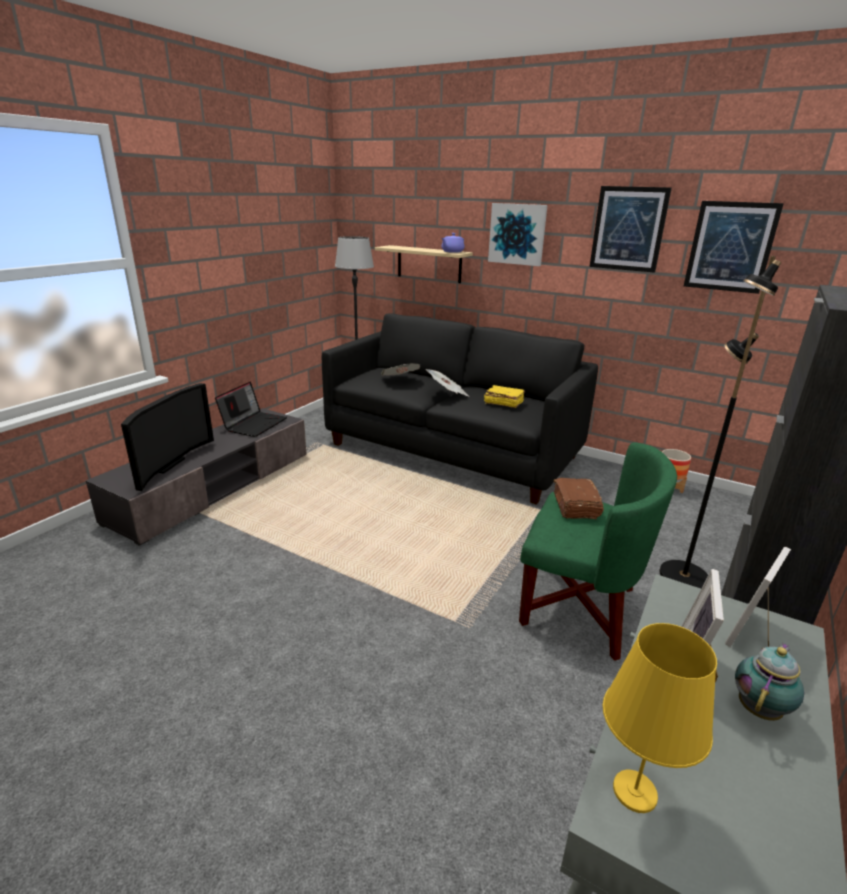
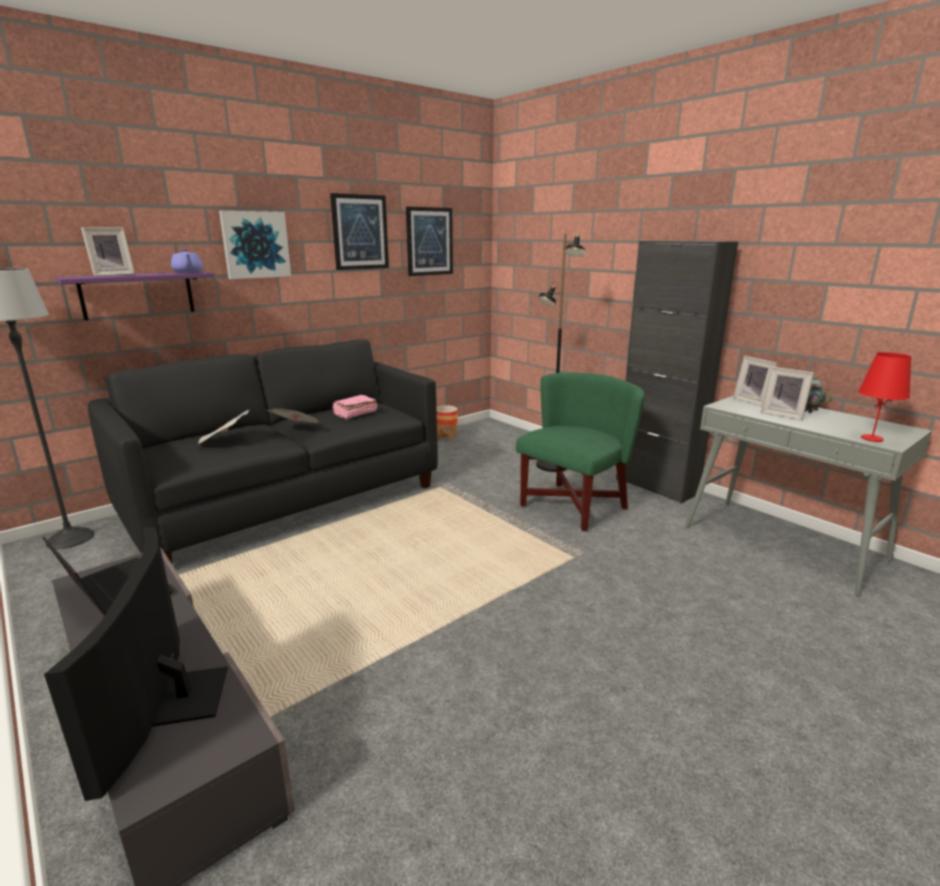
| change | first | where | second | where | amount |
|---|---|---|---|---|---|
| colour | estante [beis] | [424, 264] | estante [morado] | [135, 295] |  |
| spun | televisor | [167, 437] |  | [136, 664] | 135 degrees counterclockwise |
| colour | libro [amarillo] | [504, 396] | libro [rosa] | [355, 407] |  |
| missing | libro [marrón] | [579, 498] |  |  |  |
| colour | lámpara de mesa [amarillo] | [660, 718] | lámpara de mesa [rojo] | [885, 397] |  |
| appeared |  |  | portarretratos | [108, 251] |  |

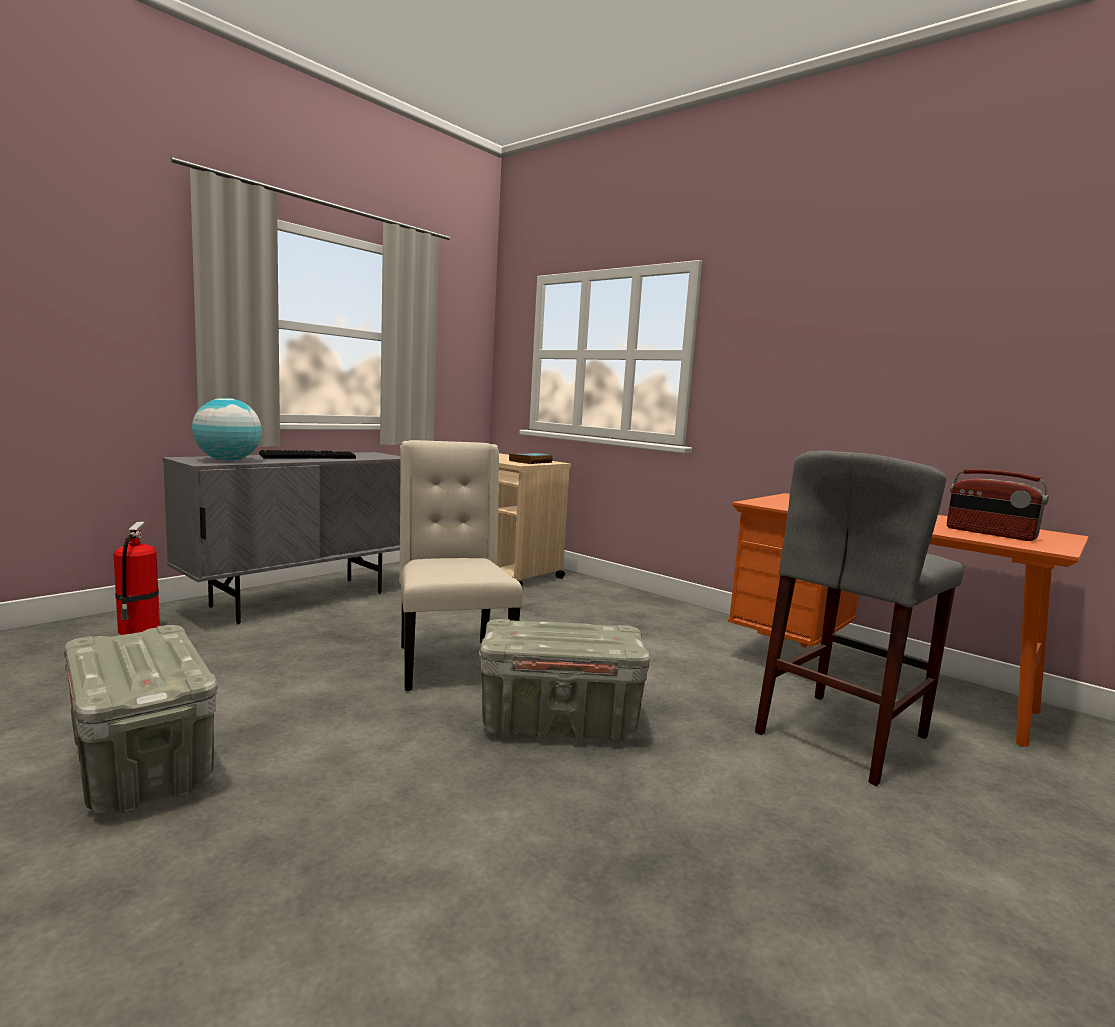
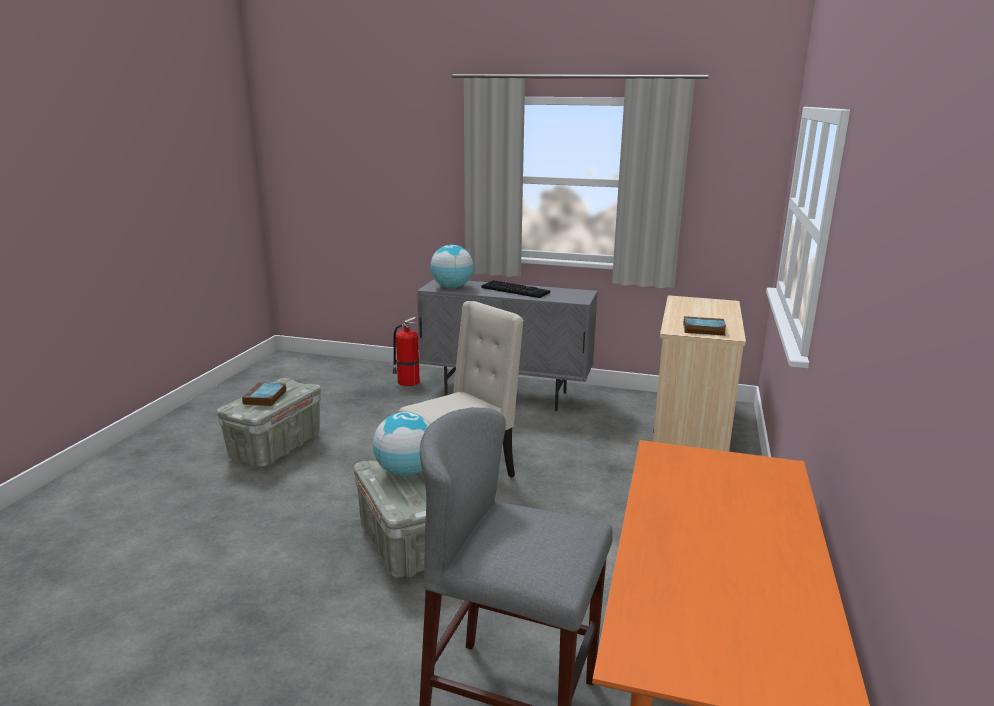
| change | first | where | second | where | amount |
|---|---|---|---|---|---|
| missing | radio | [998, 505] |  |  |  |
| appeared |  |  | libro | [264, 394] |  |
| appeared |  |  | globo terráqueo | [401, 444] |  |

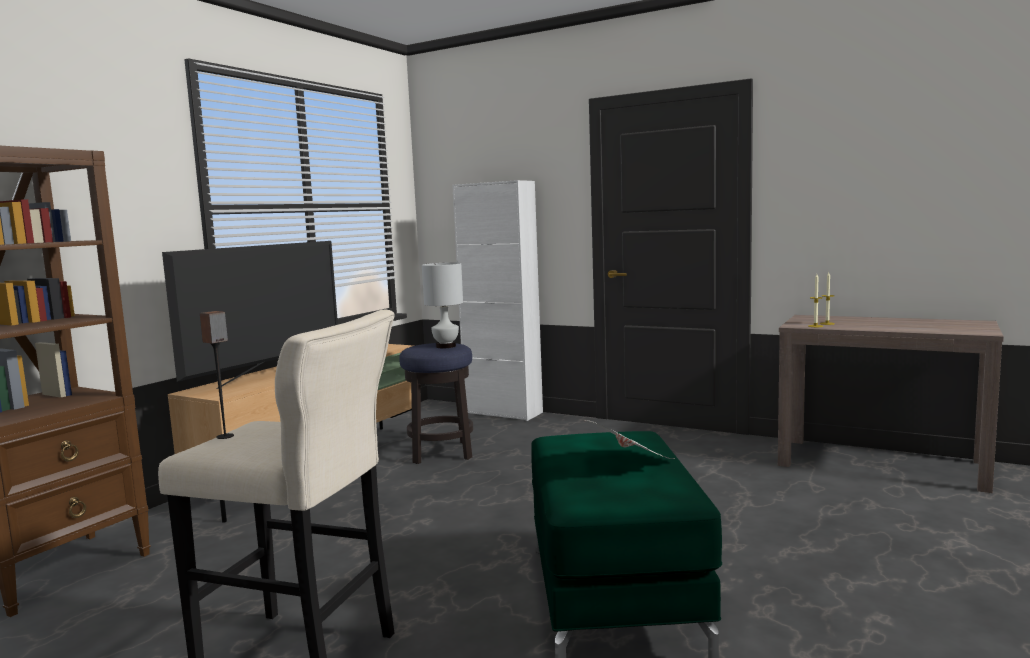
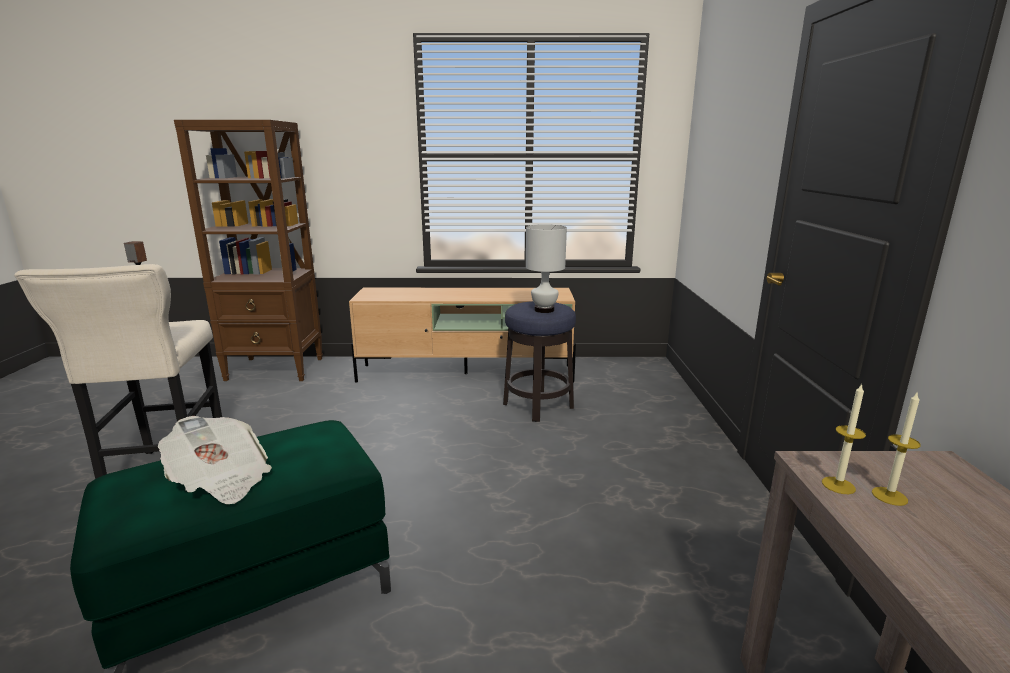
| change | first | where | second | where | amount |
|---|---|---|---|---|---|
| missing | armario [blanco] | [497, 300] |  |  |  |
| missing | televisor | [250, 315] |  |  |  |

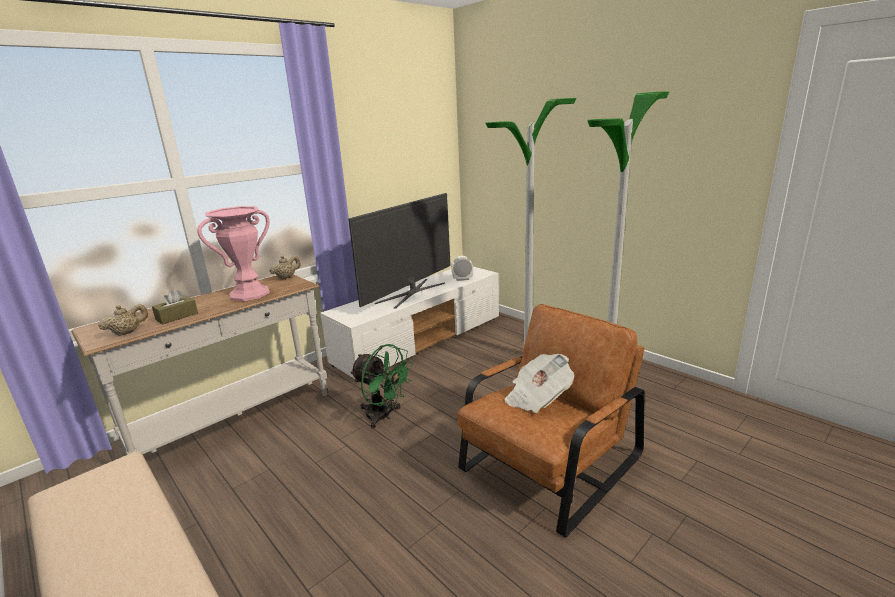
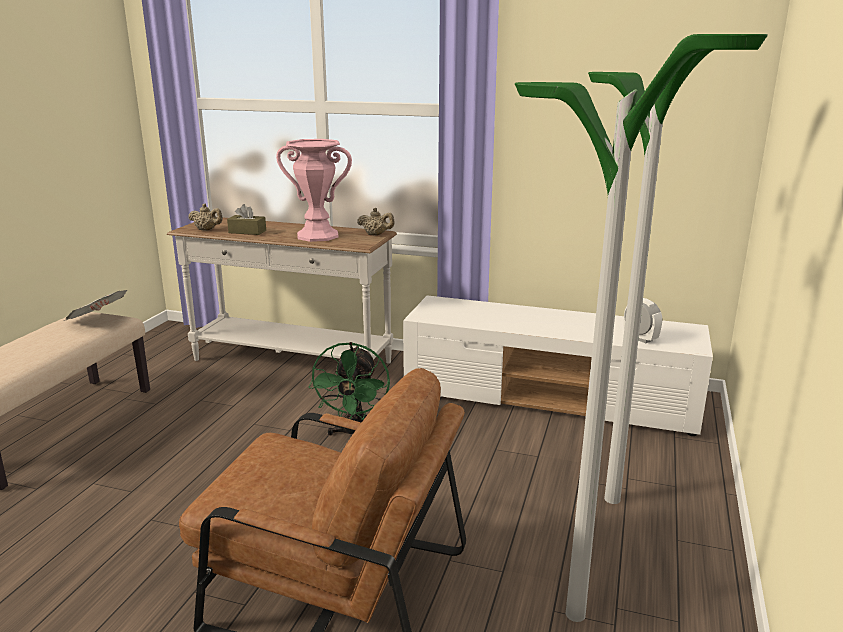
| change | first | where | second | where | amount |
|---|---|---|---|---|---|
| missing | televisor | [399, 251] |  |  |  |
| relocated | periódico | [539, 383] |  | [96, 305] |  |

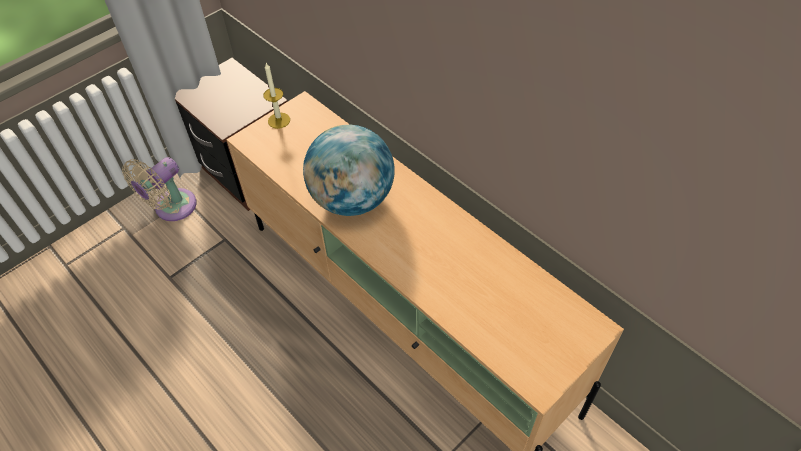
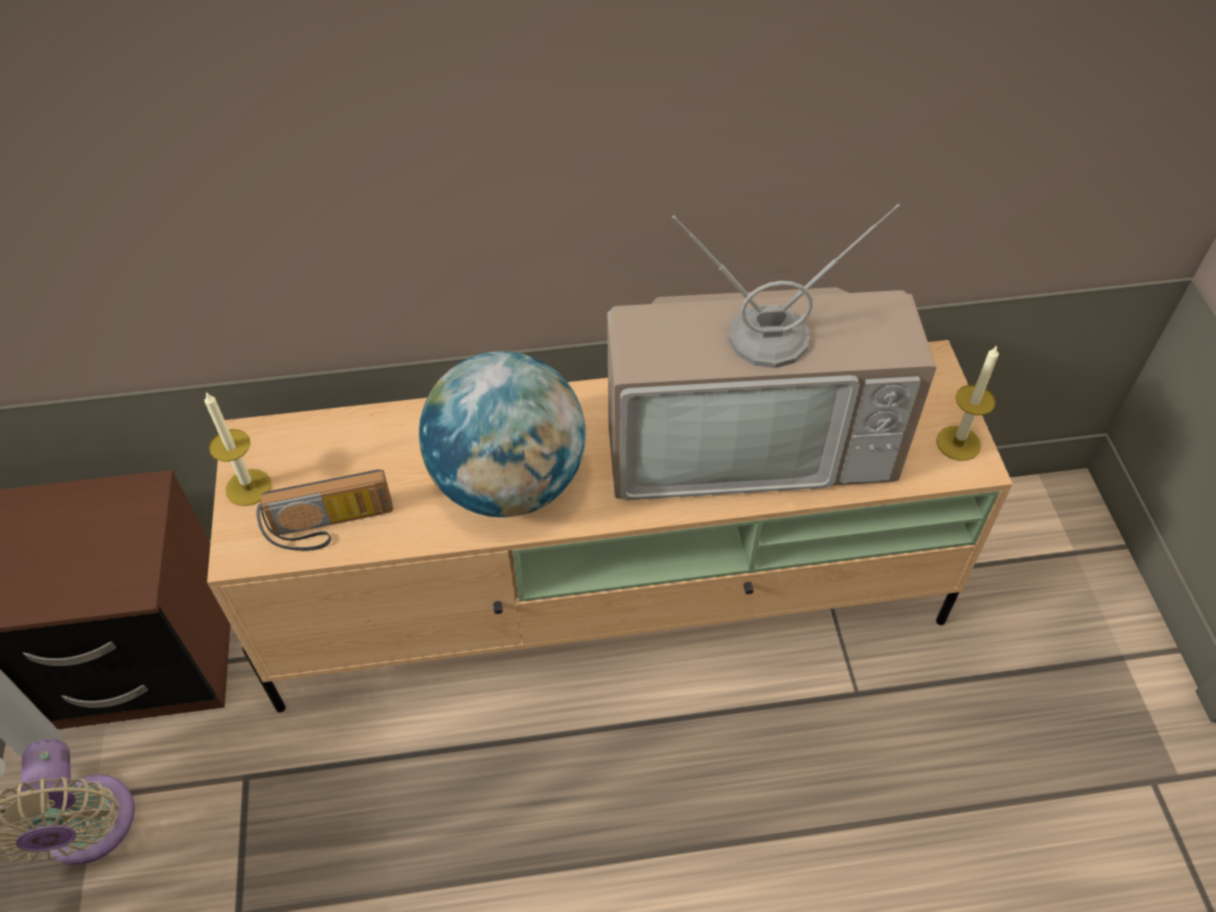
| change | first | where | second | where | amount |
|---|---|---|---|---|---|
| appeared |  |  | televisor | [771, 352] |  |
| appeared |  |  | vela | [967, 403] |  |
| appeared |  |  | radio | [324, 510] |  |

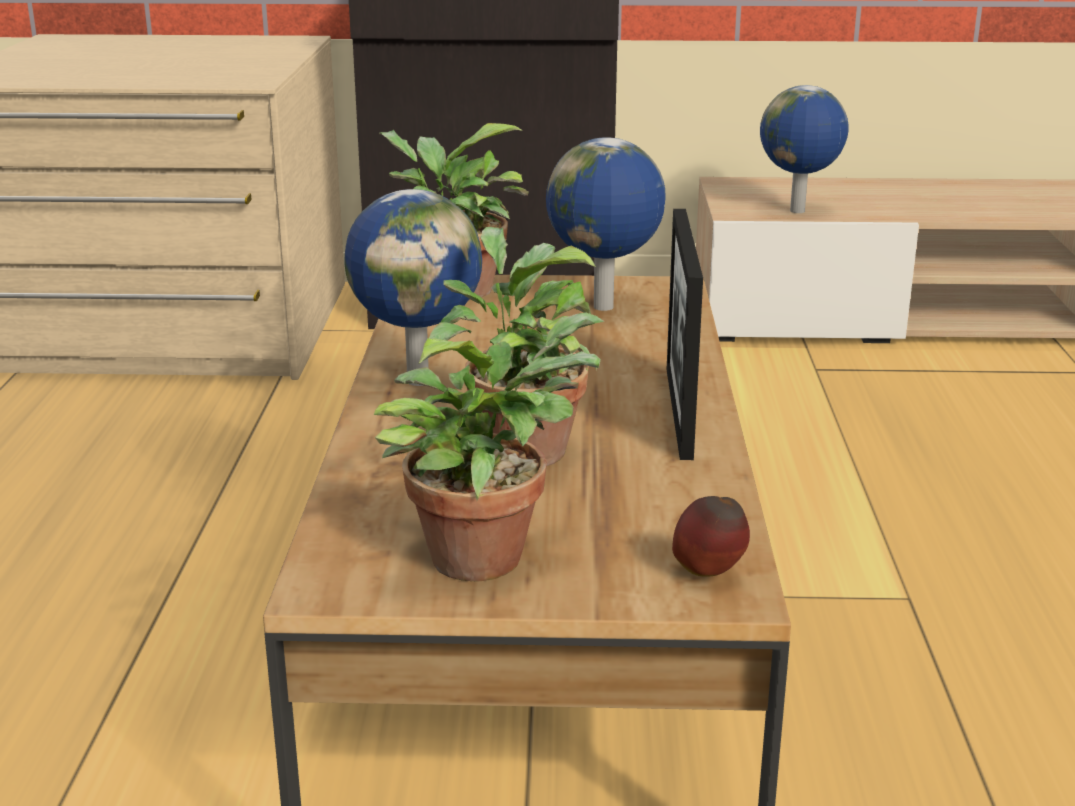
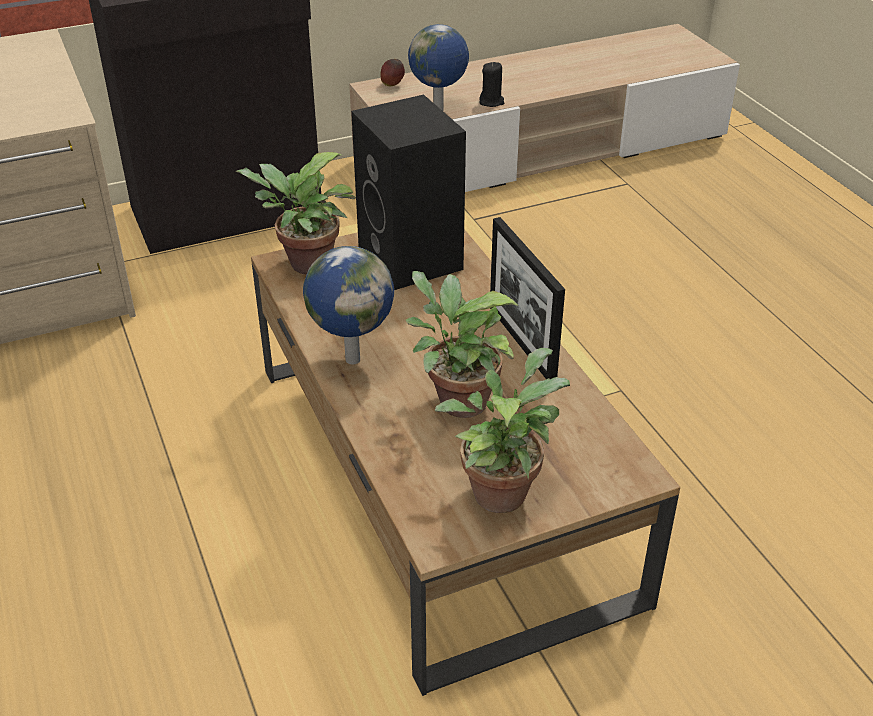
| change | first | where | second | where | amount |
|---|---|---|---|---|---|
| exchanged | globo terráqueo | [606, 224] | altavoz [negro] | [408, 192] |  |
| relocated | manzana | [711, 536] |  | [393, 72] |  |
| appeared |  |  | vela [negro] | [491, 84] |  |

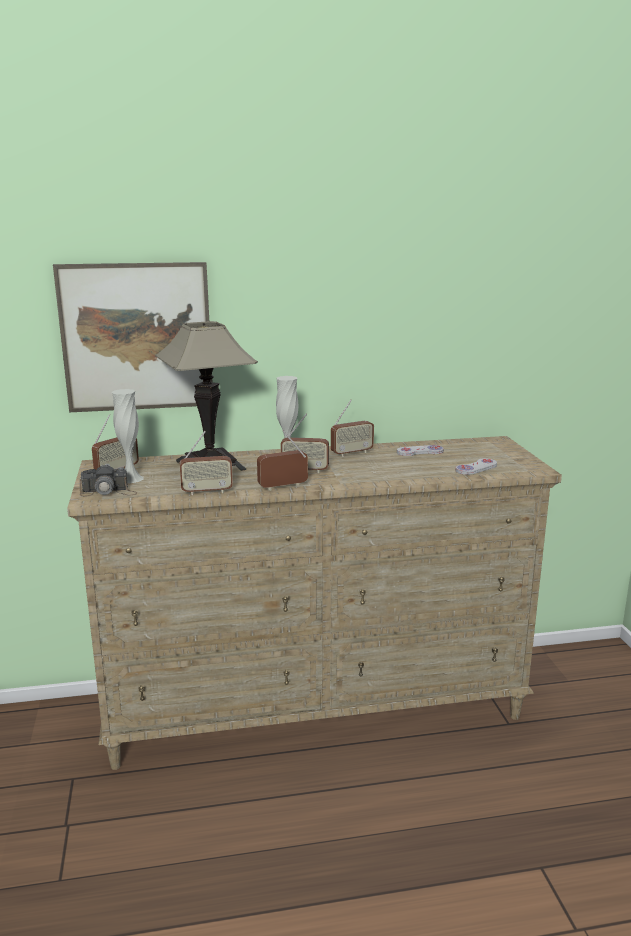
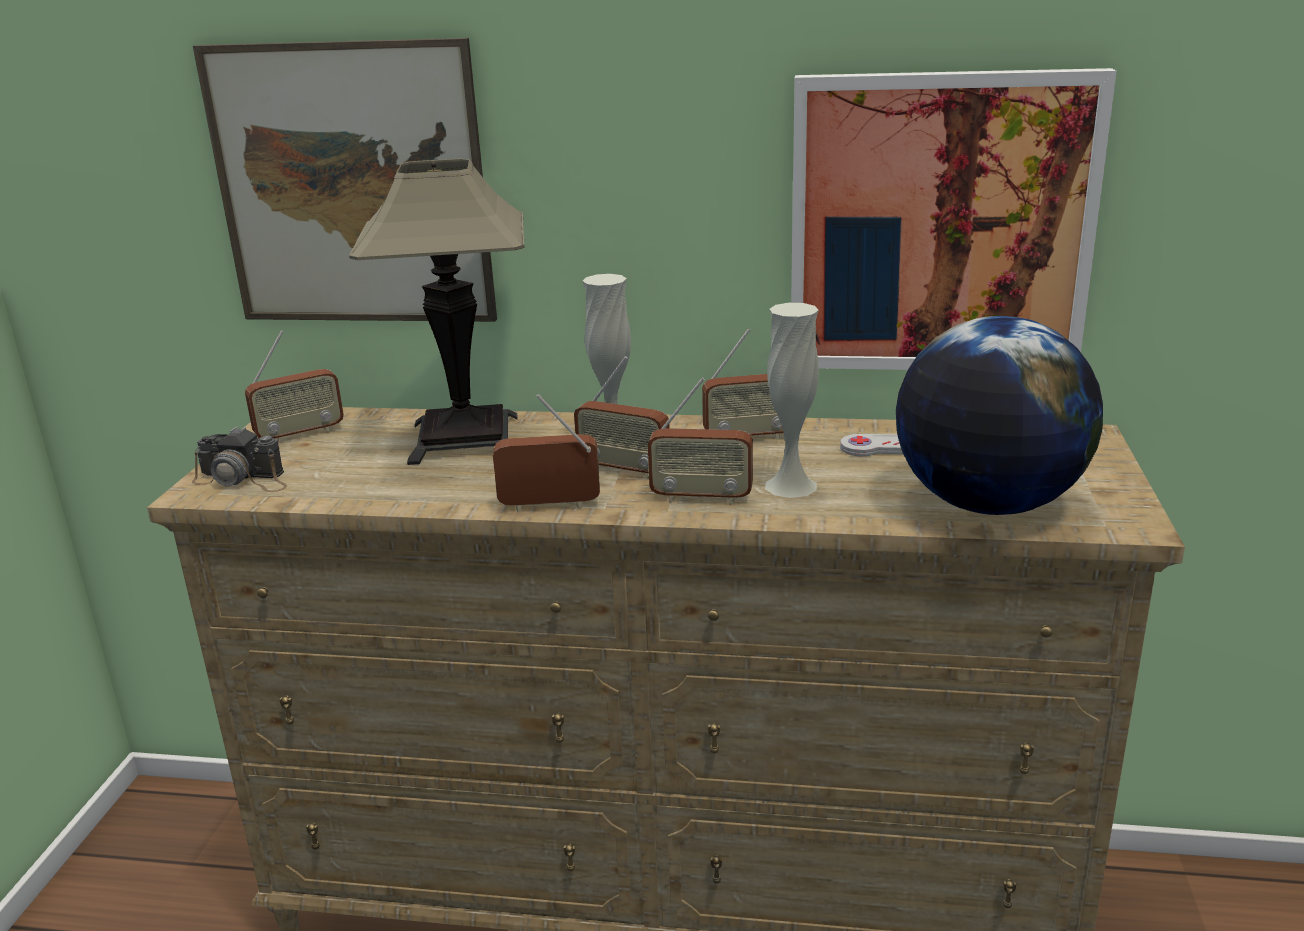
| change | first | where | second | where | amount |
|---|---|---|---|---|---|
| relocated | florero [blanco] | [128, 436] |  | [792, 400] |  |
| relocated | radio | [206, 463] |  | [700, 441] |  |
| exchanged | mando de consola [blanco] | [476, 466] | globo terráqueo | [999, 415] |  |
| appeared |  |  | cuadro | [954, 219] |  |

